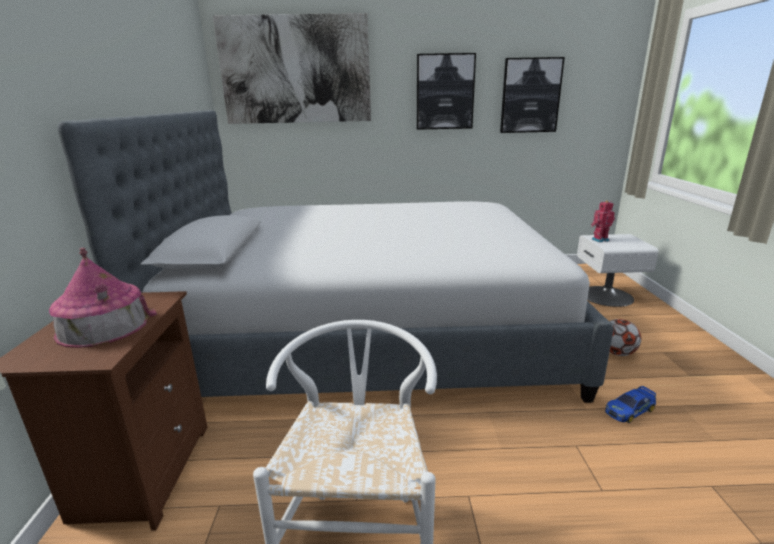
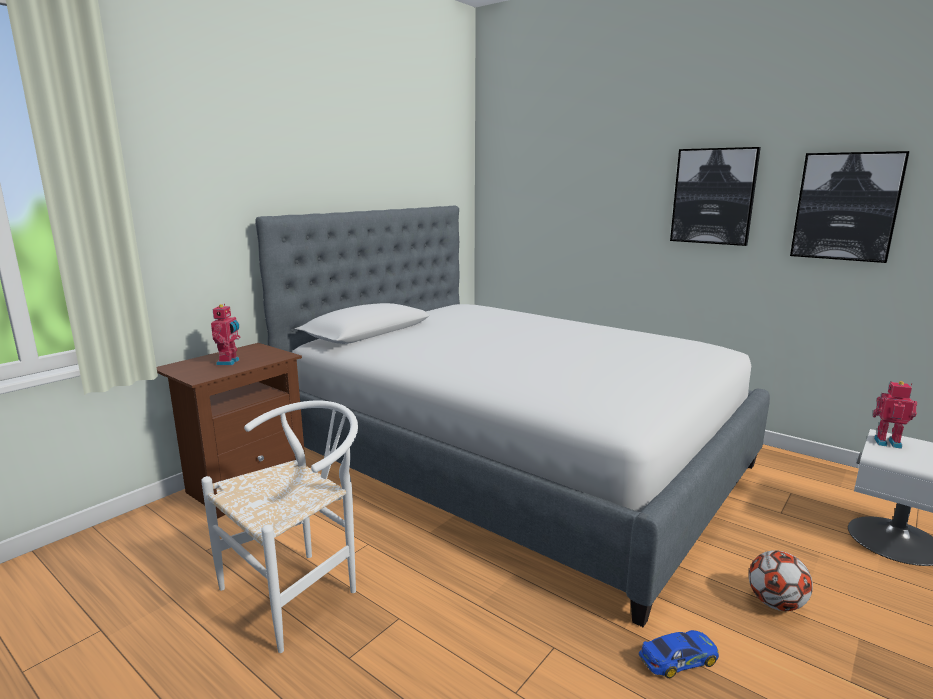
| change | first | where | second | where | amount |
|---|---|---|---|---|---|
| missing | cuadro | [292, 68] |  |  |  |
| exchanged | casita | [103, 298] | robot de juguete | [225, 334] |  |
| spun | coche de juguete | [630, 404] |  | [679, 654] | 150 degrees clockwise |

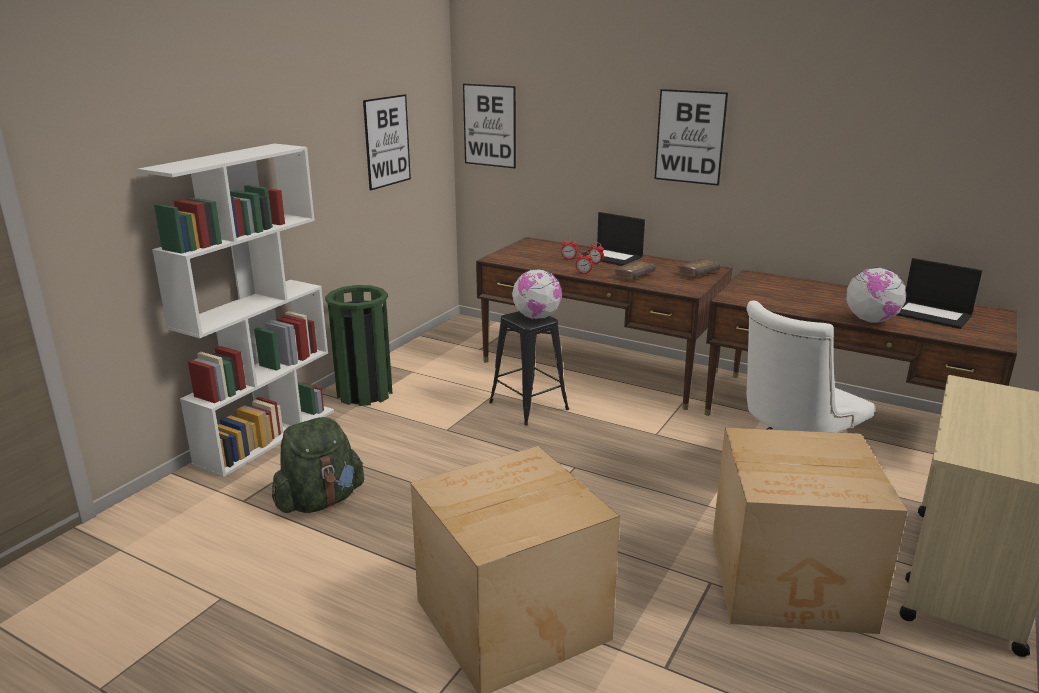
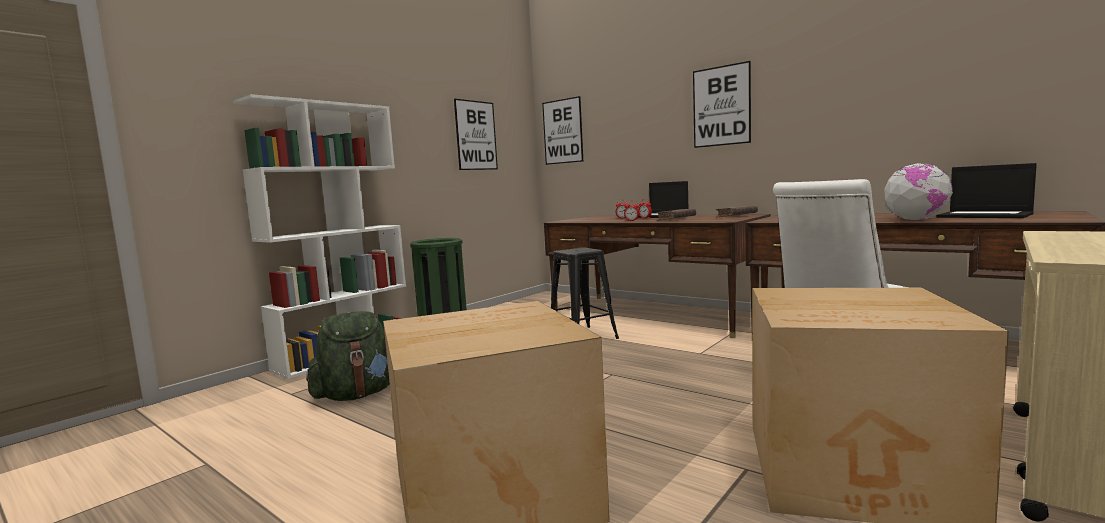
| change | first | where | second | where | amount |
|---|---|---|---|---|---|
| missing | globo terráqueo | [537, 294] |  |  |  |

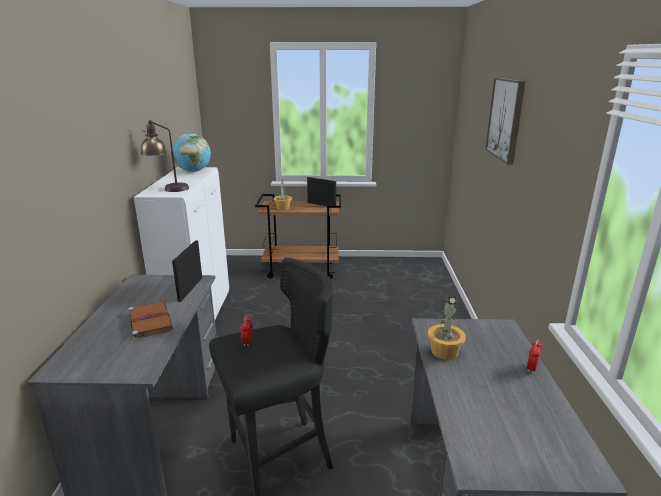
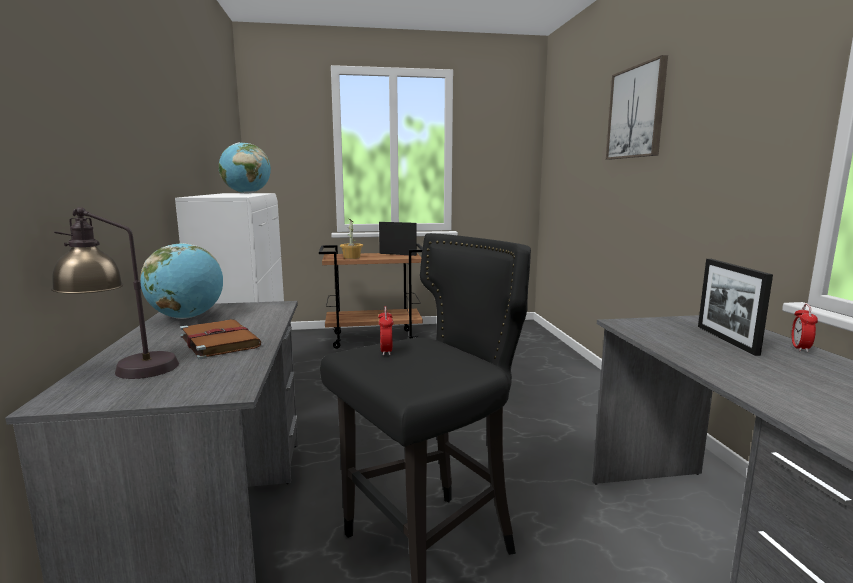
| change | first | where | second | where | amount |
|---|---|---|---|---|---|
| relocated | lámpara de mesa | [165, 156] |  | [115, 293] |  |
| relocated | portarretratos | [187, 271] |  | [735, 307] |  |
| missing | planta en maceta | [446, 328] |  |  |  |
| appeared |  |  | globo terráqueo | [181, 281] |  |

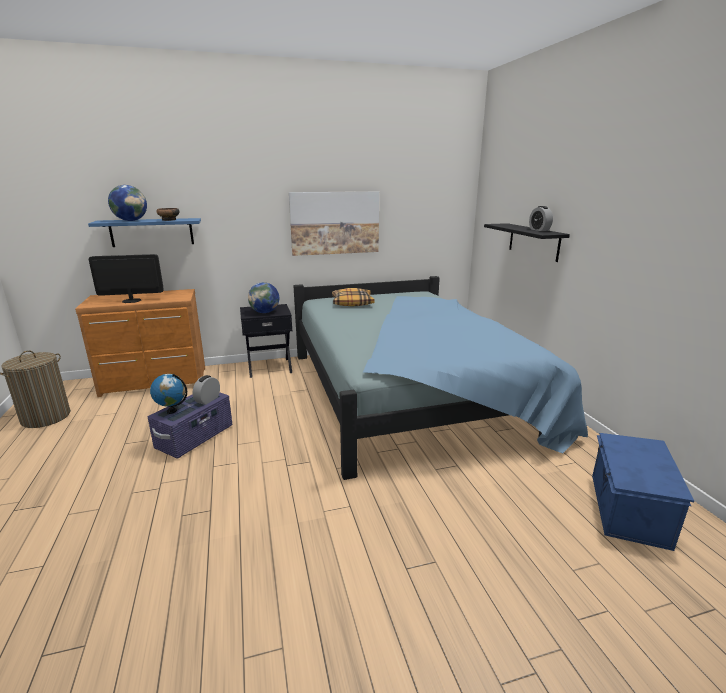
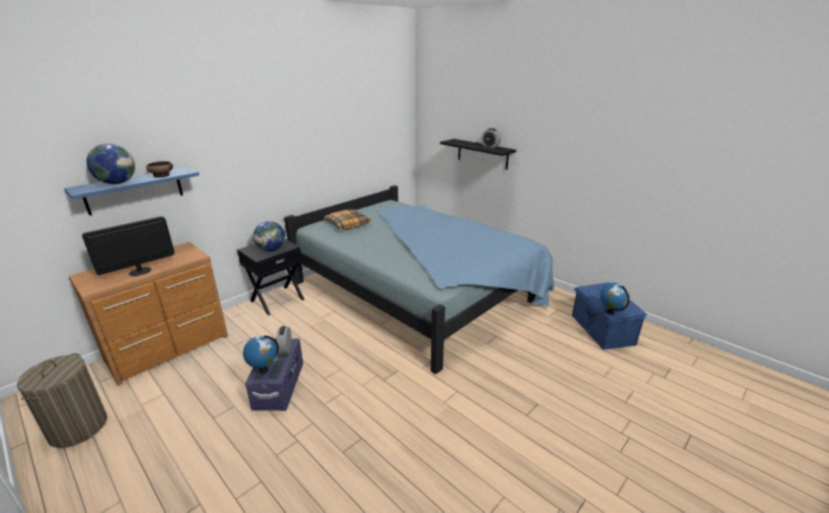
| change | first | where | second | where | amount |
|---|---|---|---|---|---|
| missing | cuadro | [334, 223] |  |  |  |
| appeared |  |  | globo terráqueo | [615, 299] |  |

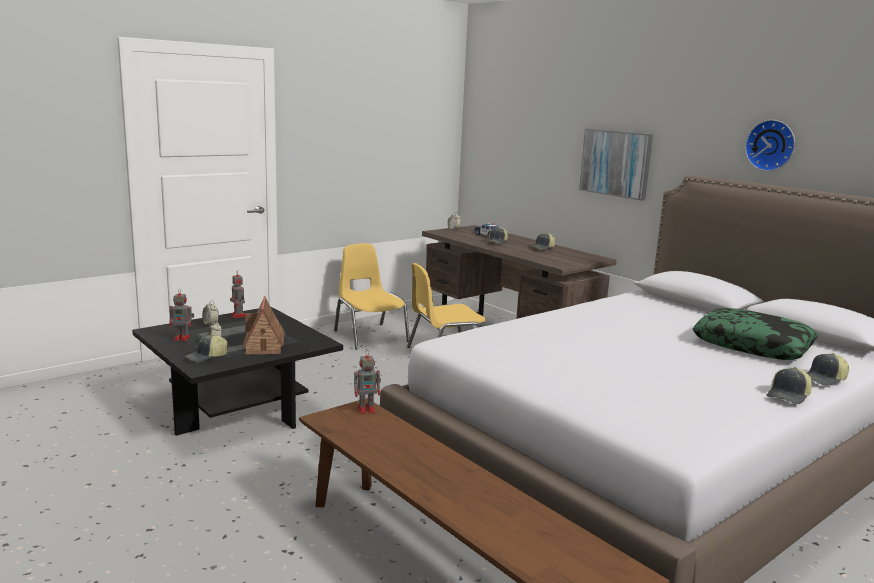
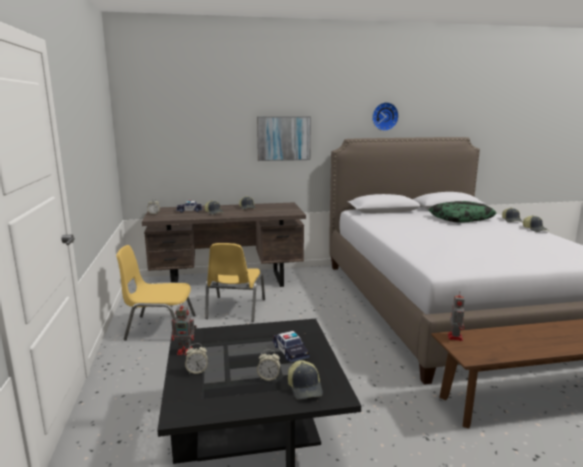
| change | first | where | second | where | amount |
|---|---|---|---|---|---|
| missing | robot de juguete | [181, 315] |  |  |  |
| exchanged | casita | [264, 325] | coche de juguete | [291, 346] |  |

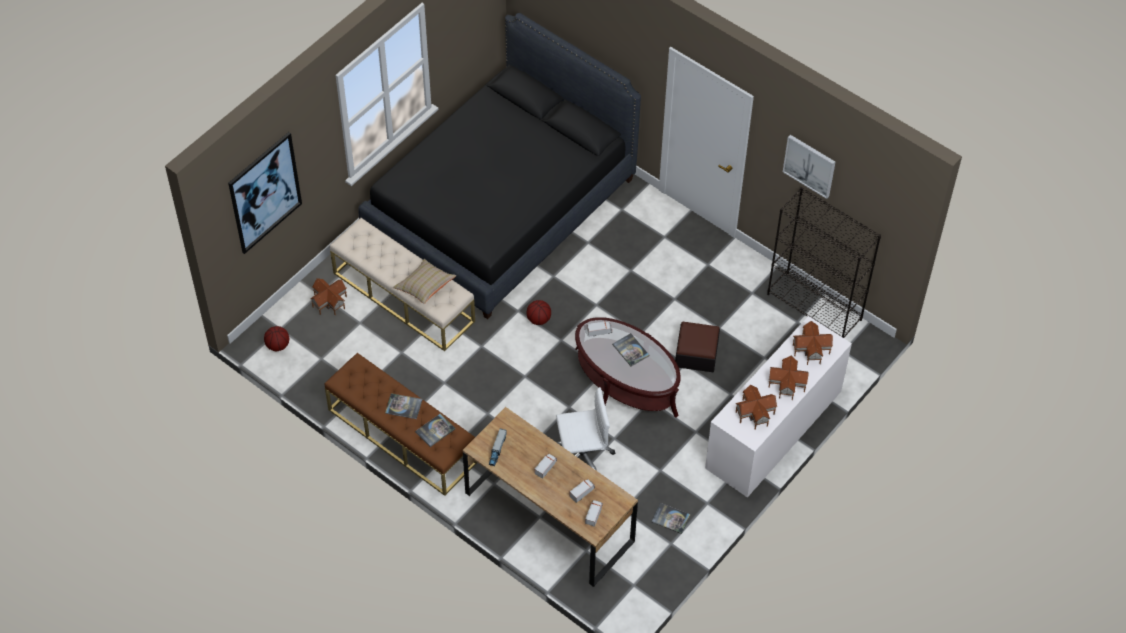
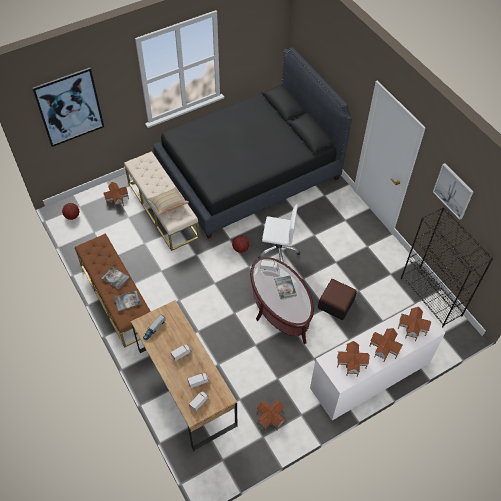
| change | first | where | second | where | amount |
|---|---|---|---|---|---|
| relocated | silla de oficina [blanco] | [585, 429] |  | [279, 233] |  |
| exchanged | libro | [671, 518] | casita | [271, 415] |  |

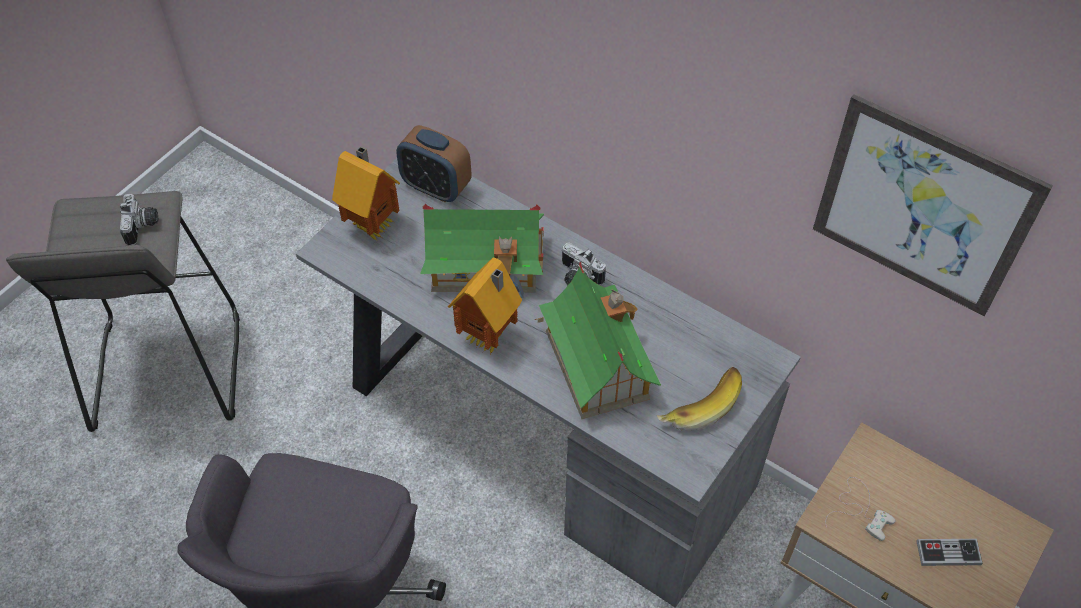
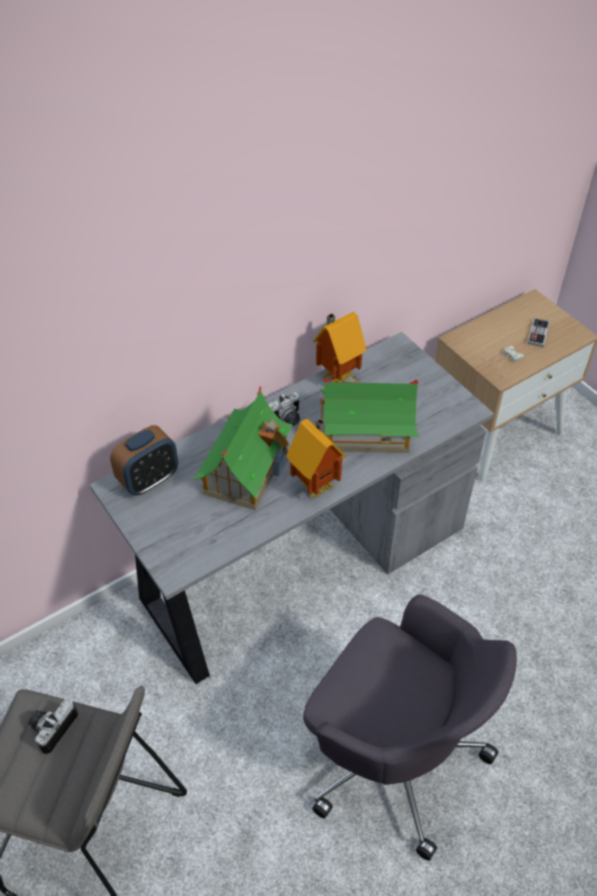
| change | first | where | second | where | amount |
|---|---|---|---|---|---|
| missing | cuadro | [933, 205] |  |  |  |
| relocated | casita | [366, 193] |  | [339, 347] |  |
| spun | cámara | [139, 219] |  | [53, 726] | 75 degrees counterclockwise |
| missing | plátano | [699, 399] |  |  |  |

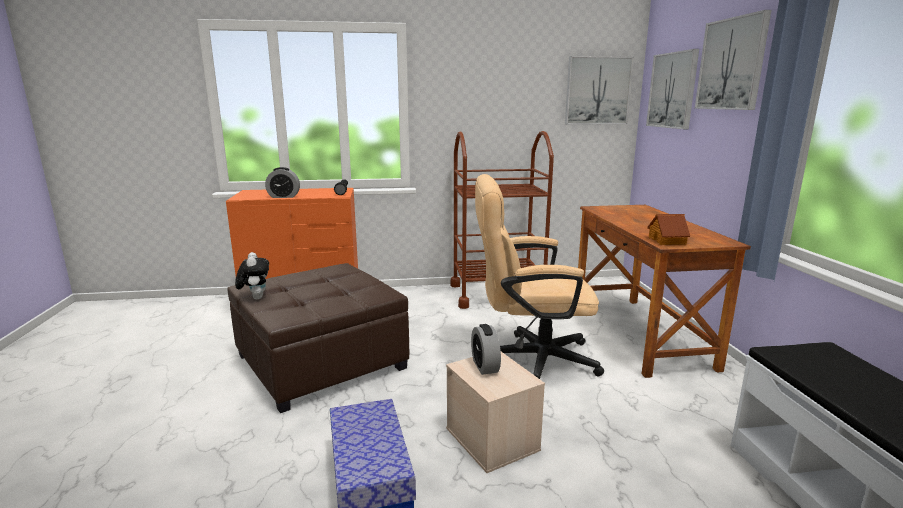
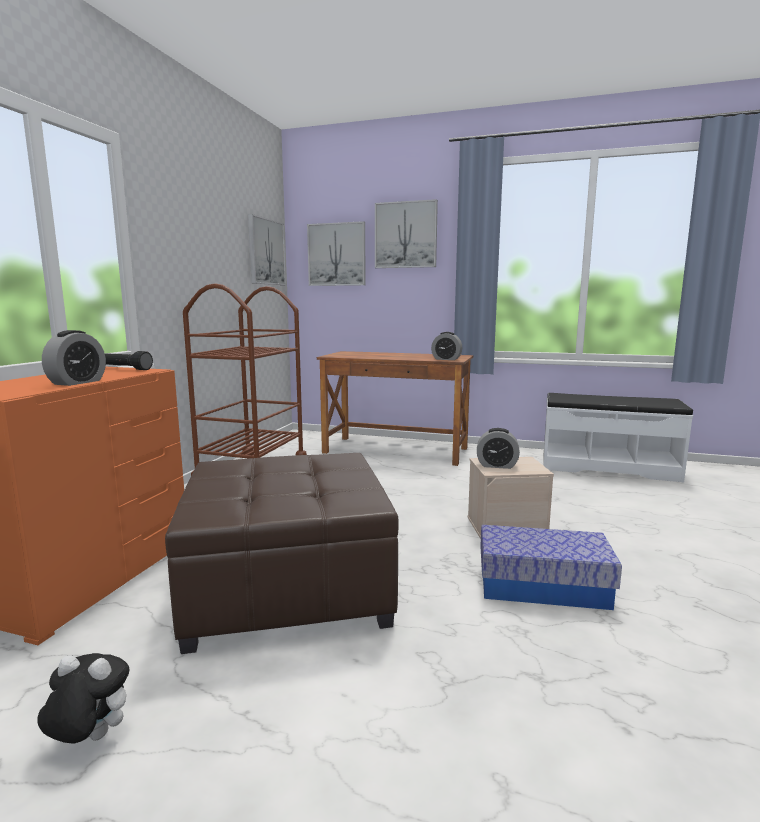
| change | first | where | second | where | amount |
|---|---|---|---|---|---|
| missing | silla de oficina [beis] | [539, 276] |  |  |  |
| exchanged | casita | [668, 229] | despertador | [446, 346] |  |
| relocated | peluche | [252, 275] |  | [83, 698] |  |

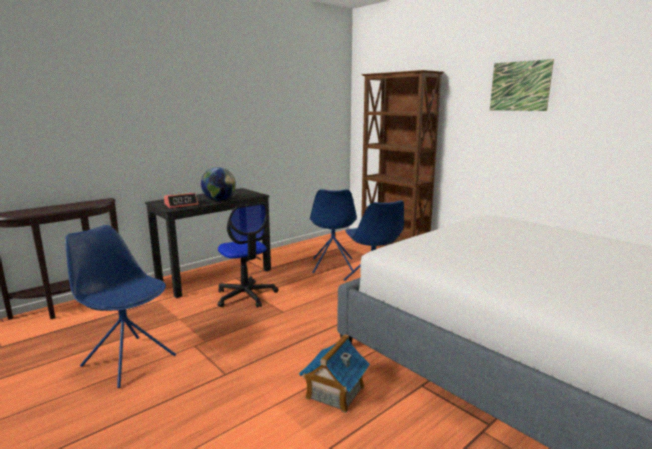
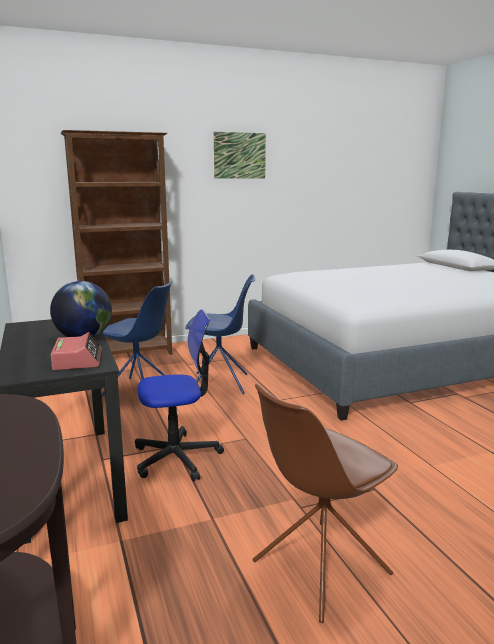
| change | first | where | second | where | amount |
|---|---|---|---|---|---|
| colour | silla [azul] | [120, 306] | silla [marrón] | [325, 503] |  |
| missing | casita | [334, 373] |  |  |  |

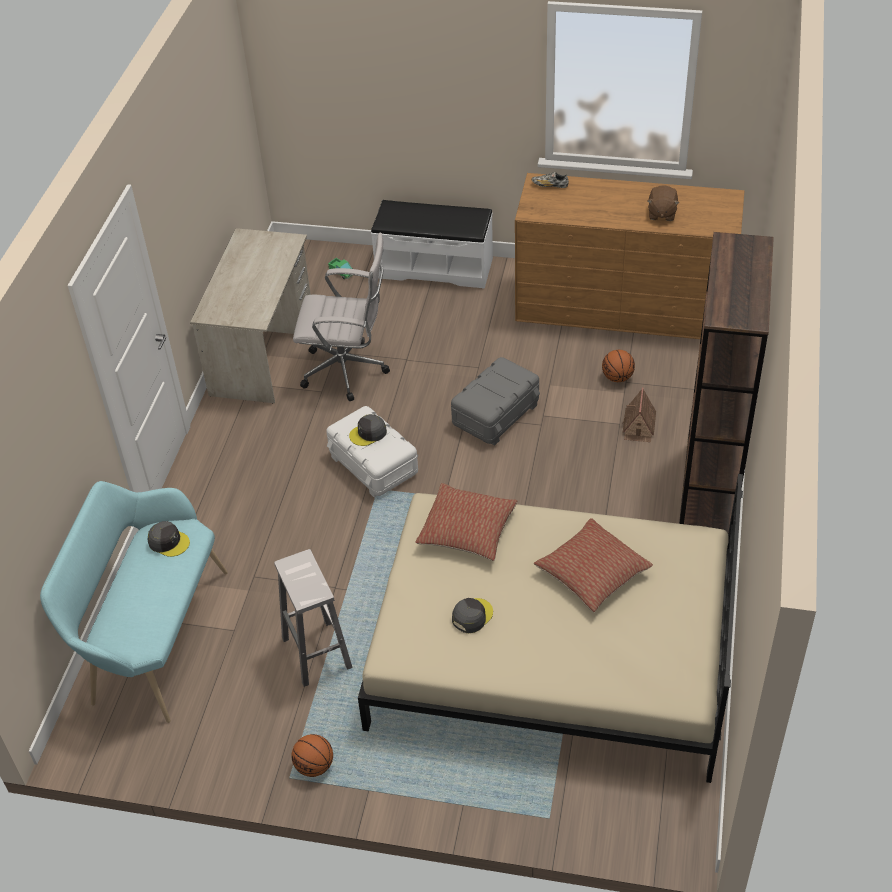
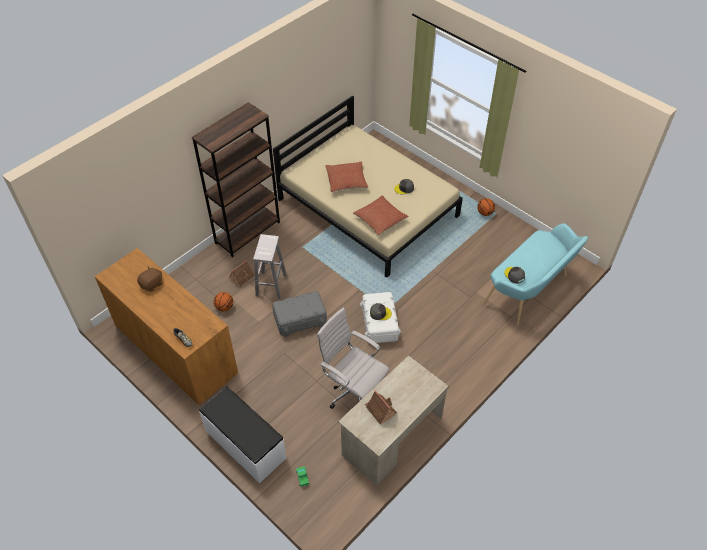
| change | first | where | second | where | amount |
|---|---|---|---|---|---|
| relocated | taburete [blanco] | [313, 618] |  | [270, 266] |  |
| appeared |  |  | casita | [380, 407] |  |

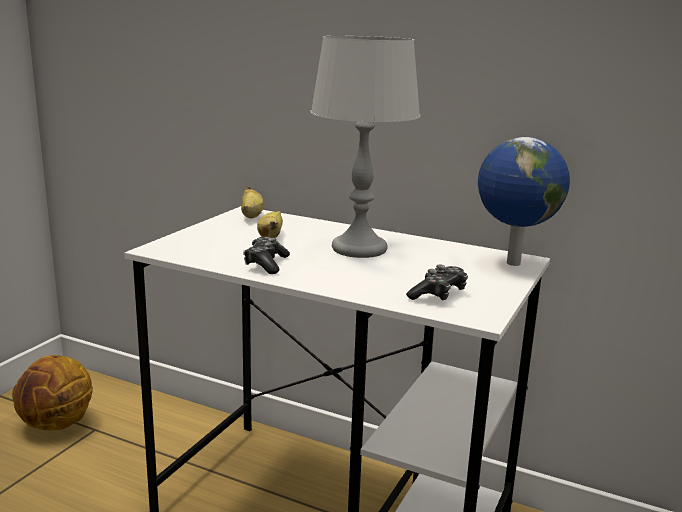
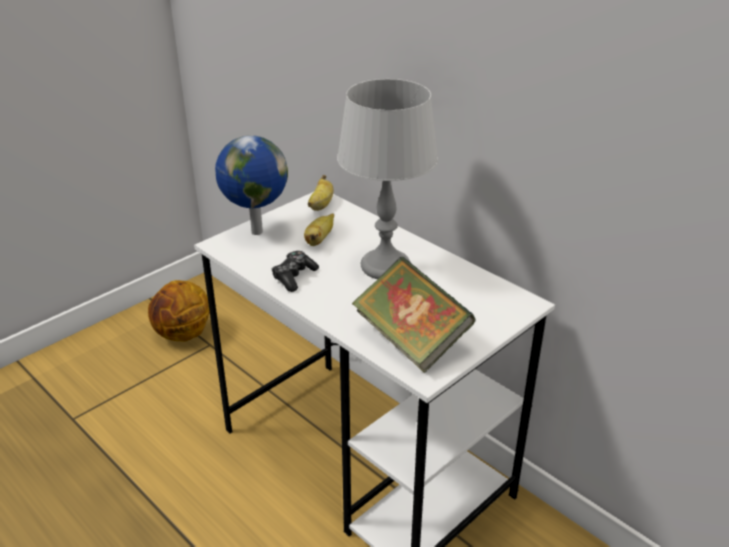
| change | first | where | second | where | amount |
|---|---|---|---|---|---|
| relocated | globo terráqueo | [524, 201] |  | [251, 185] |  |
| exchanged | mando de consola | [437, 282] | libro | [414, 315] |  |

